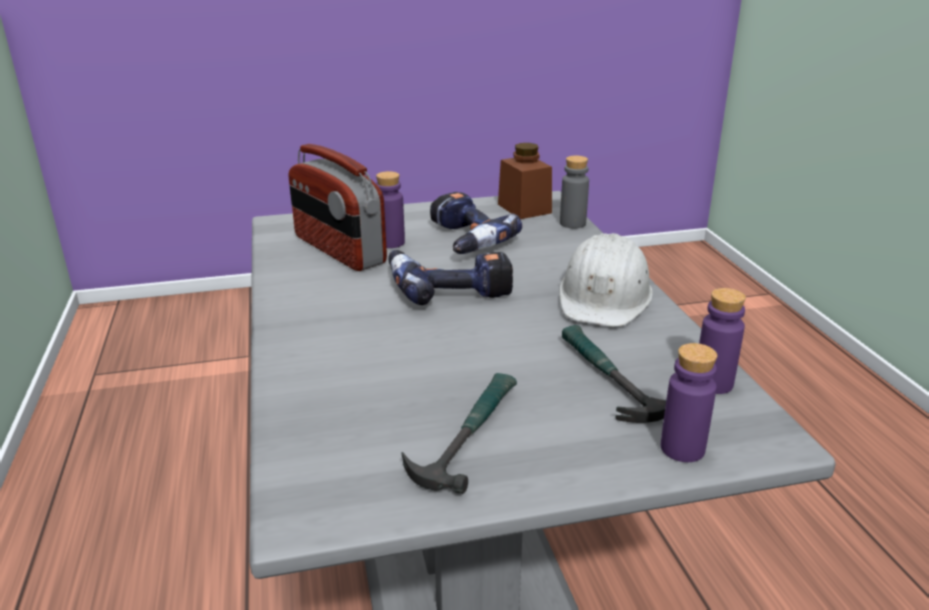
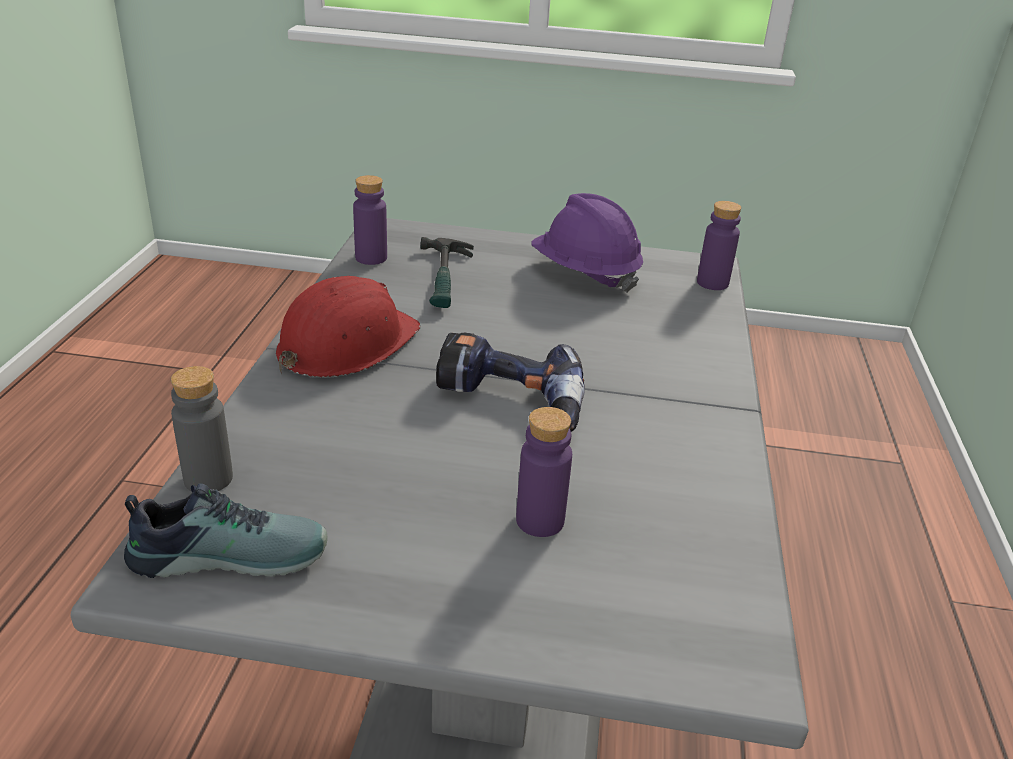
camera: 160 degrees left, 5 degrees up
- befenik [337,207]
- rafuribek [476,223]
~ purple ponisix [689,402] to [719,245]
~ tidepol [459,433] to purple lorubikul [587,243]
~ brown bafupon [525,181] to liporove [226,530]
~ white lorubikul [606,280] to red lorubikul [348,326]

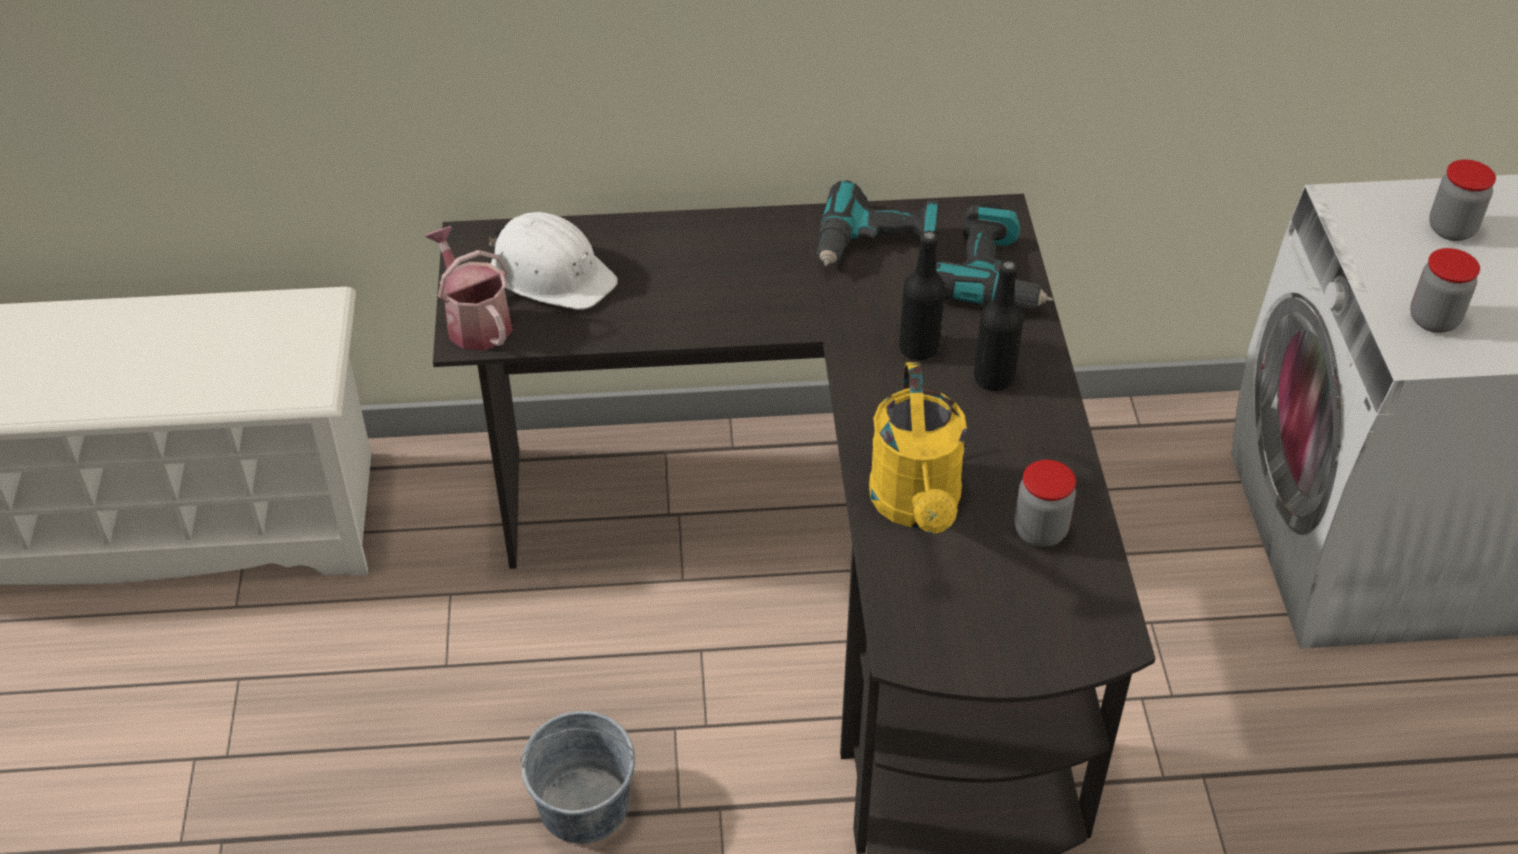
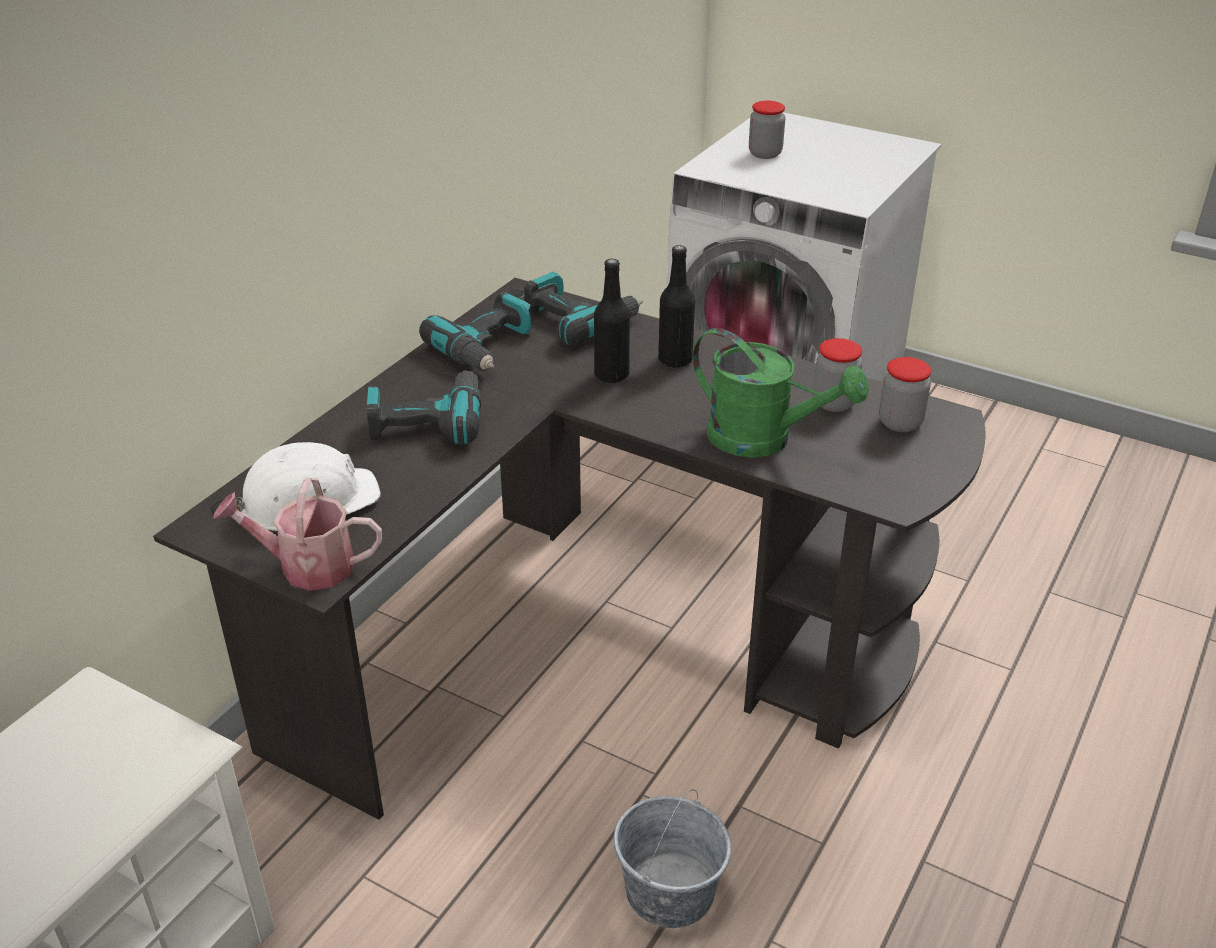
camera: 55 degrees left, 10 degrees down
+ rafuribek [424,407]
~ bafupon [1445,290] to [905,394]
~ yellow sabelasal [918,447] to green sabelasal [781,393]

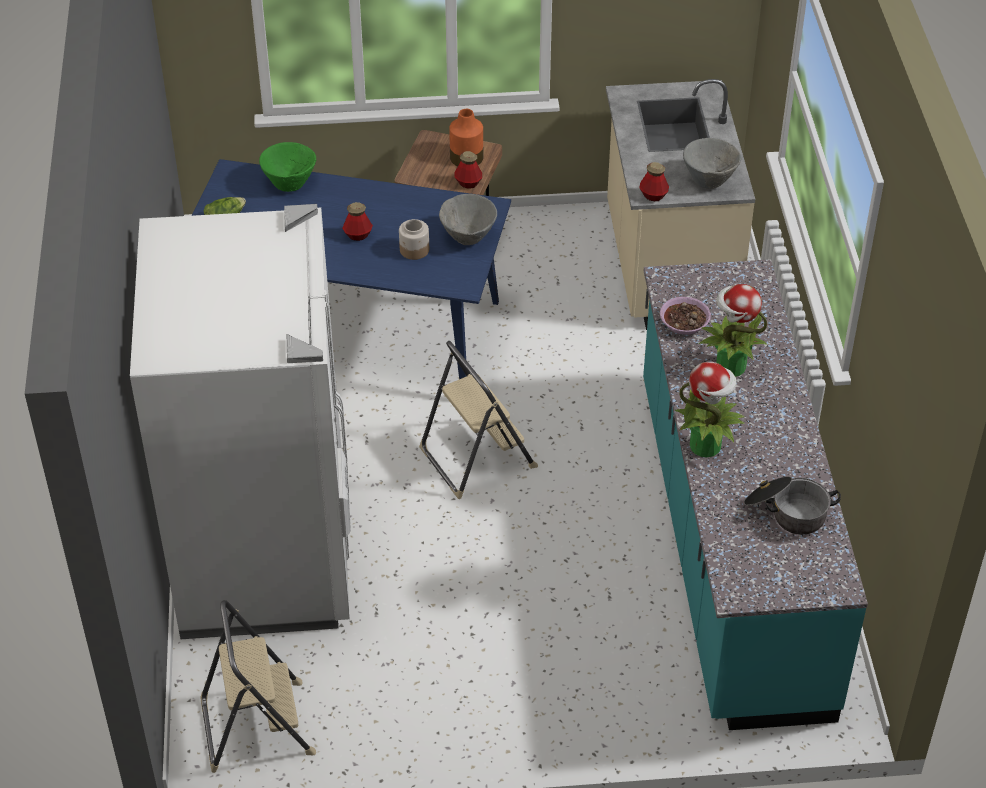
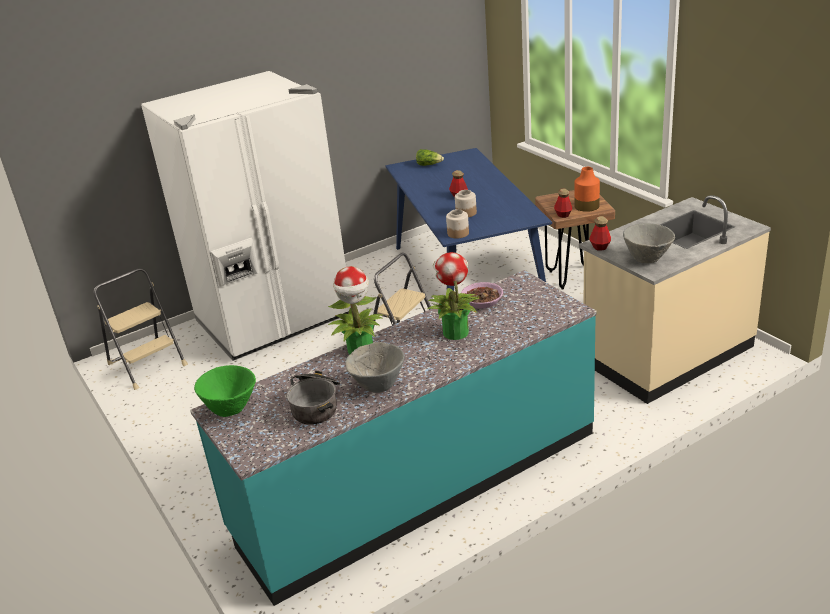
camera: 65 degrees right, 15 degrees down
+ bafupon [457,223]
~ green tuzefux [287,167] to [225,391]
~ grey tuzefux [468,219] to [374,367]

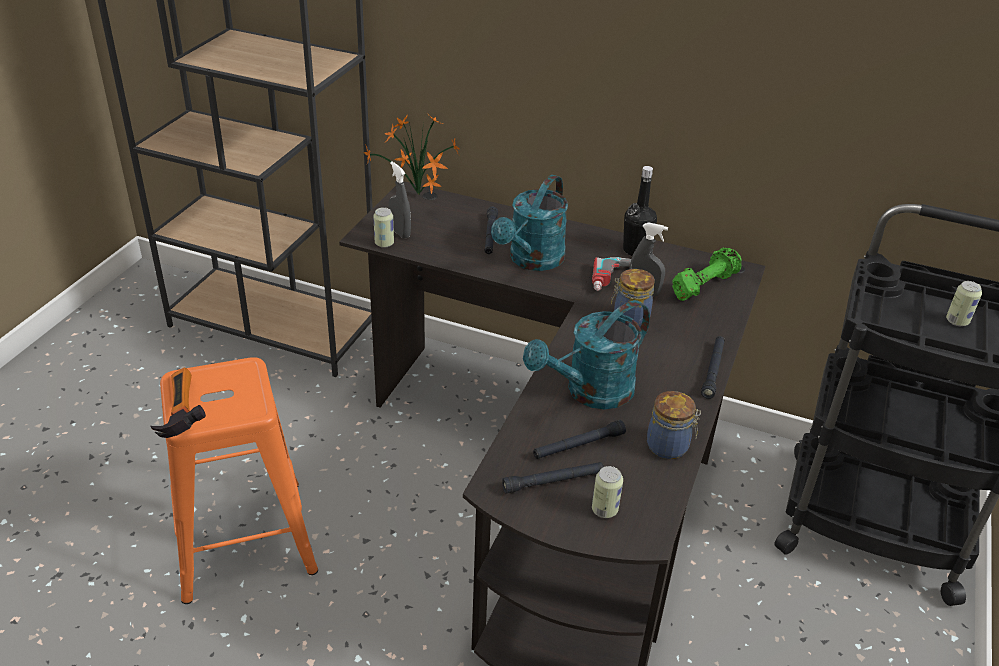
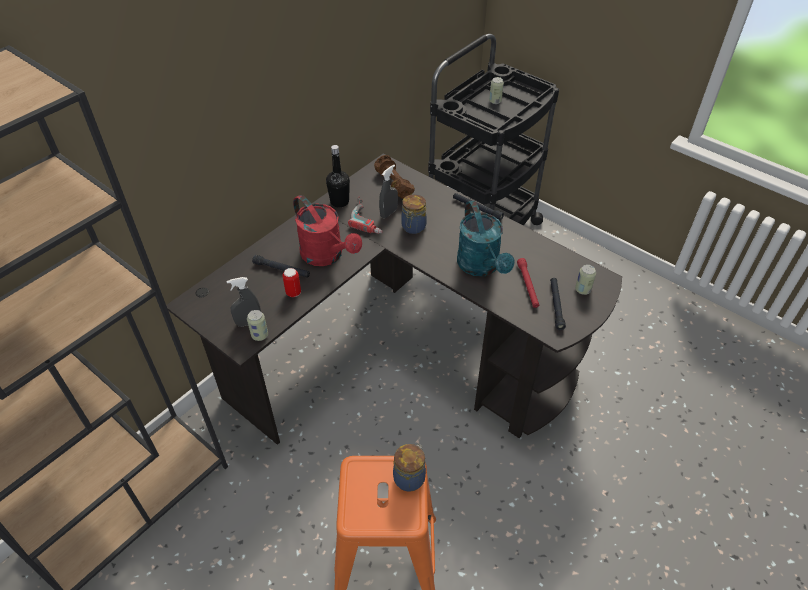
camera: 70 degrees left, 10 degrees up
- tidepol [178,403]
- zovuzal [412,155]
+ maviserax [292,282]
~ bafupon [674,425] to [409,468]
~ turquoise sabelasal [529,223] to red sabelasal [327,230]
~ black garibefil [579,439] to red garibefil [528,283]
~ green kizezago [706,274] to brown kizezago [394,177]

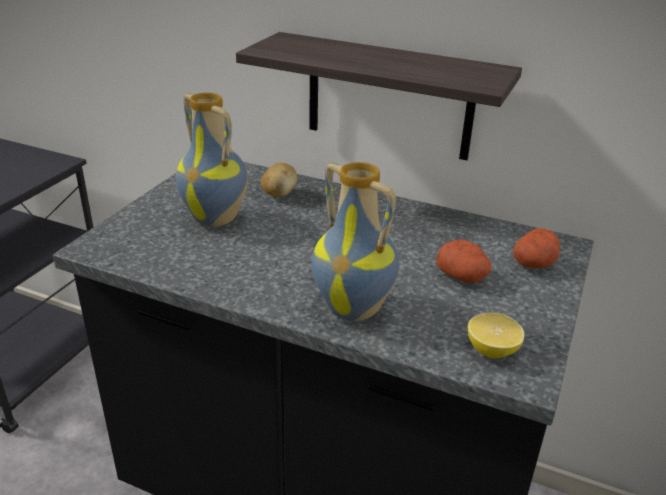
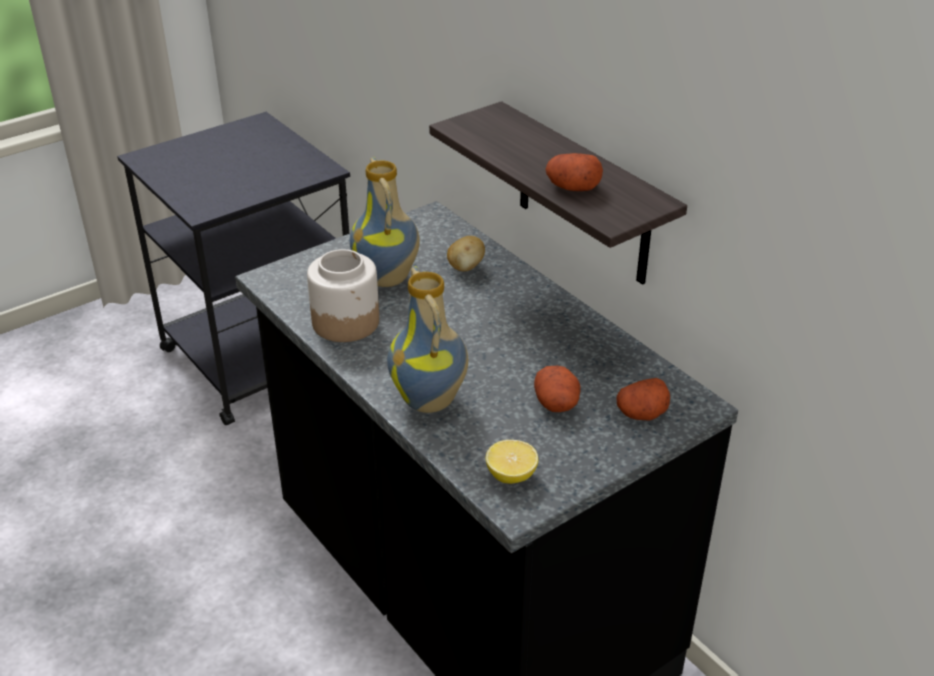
camera: 30 degrees right, 5 degrees up
+ bafupon [343,295]
+ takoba [574,172]

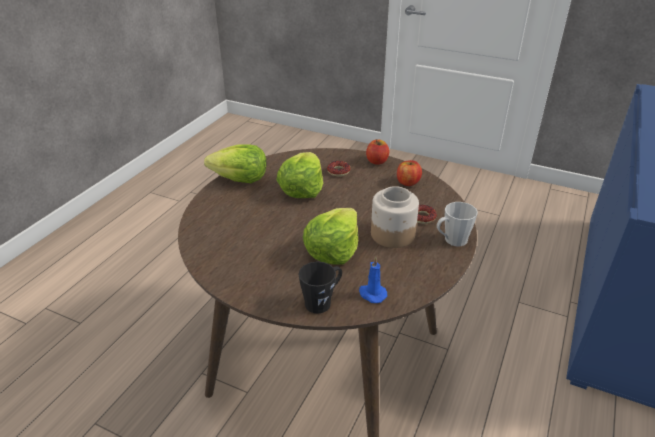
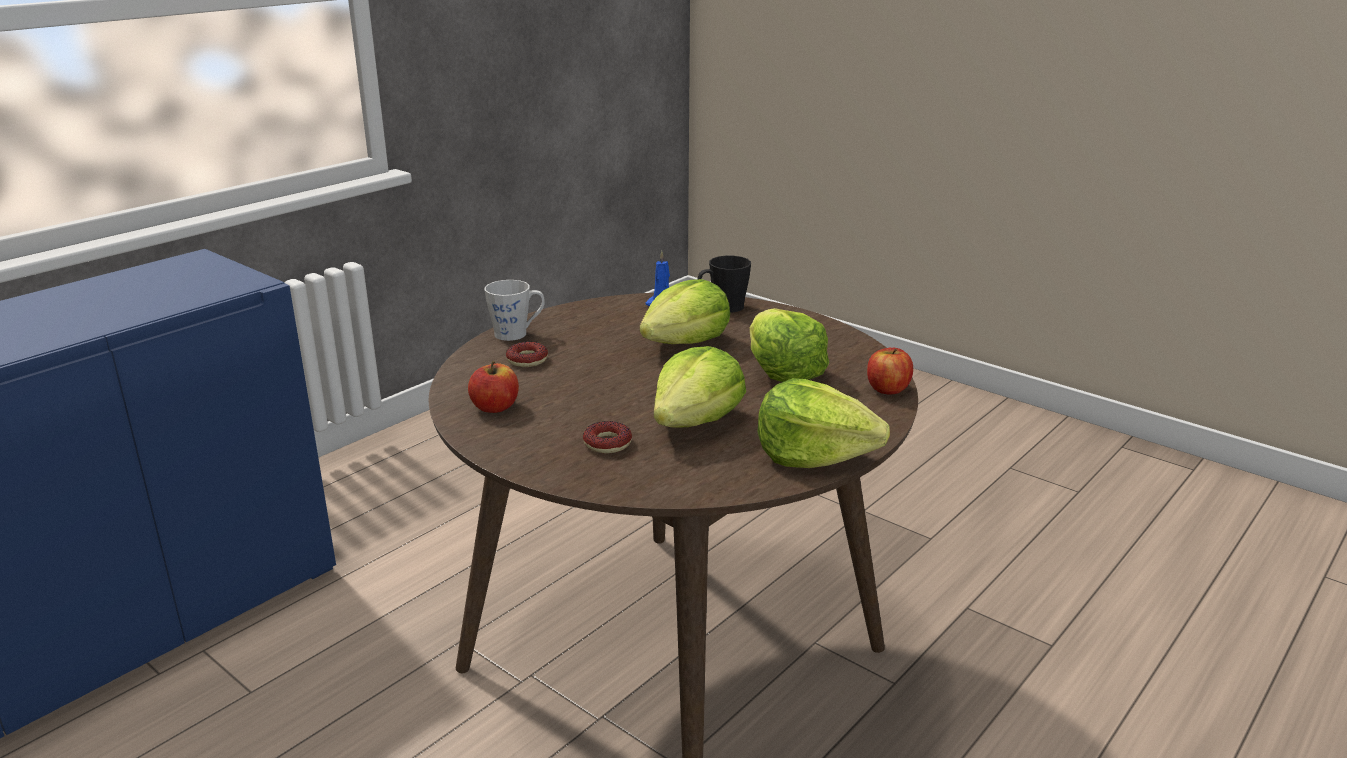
camera: 165 degrees left, 10 degrees down
- bafupon [395,217]
+ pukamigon [789,345]
~ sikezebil [377,152] to [890,371]

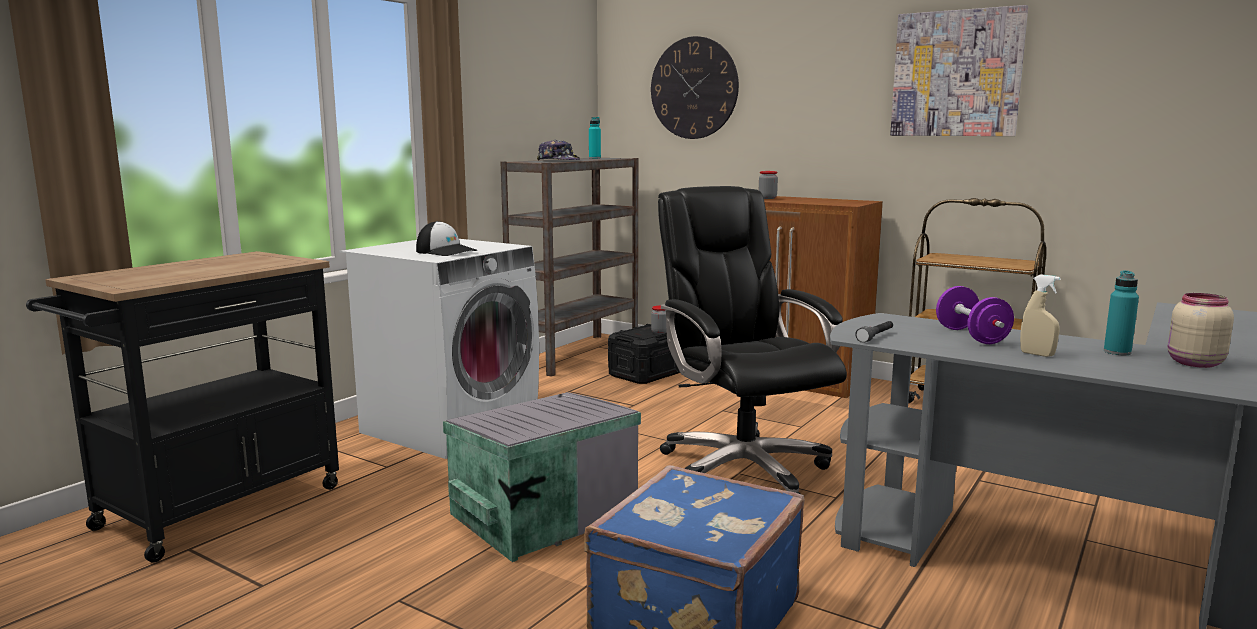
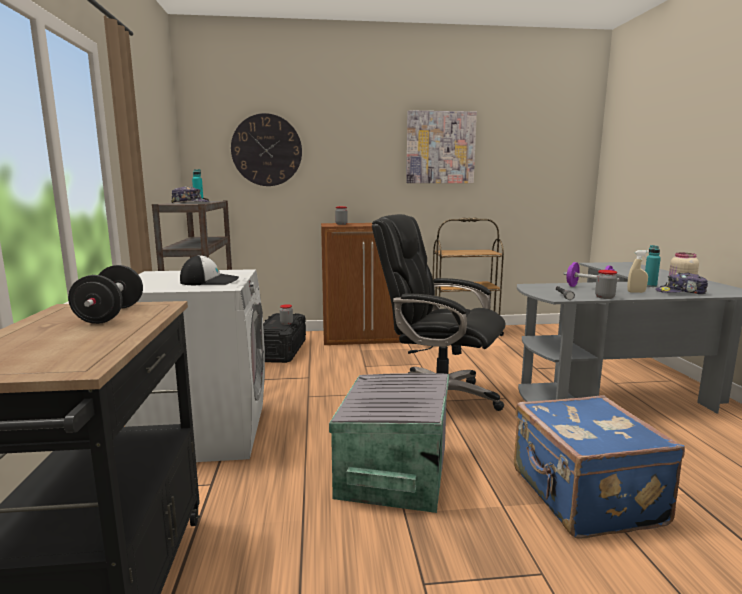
camera: 40 degrees left, 0 degrees up
+ black kizezago [105,294]
+ bafupon [606,284]
+ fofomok [681,283]

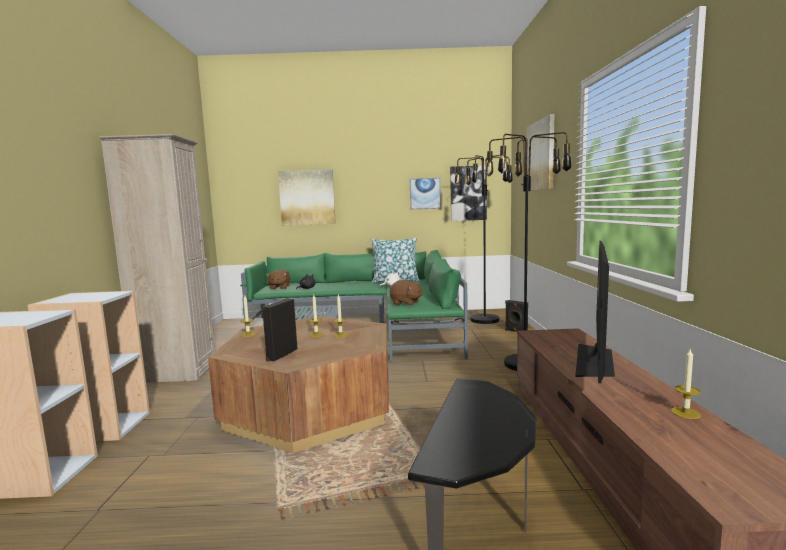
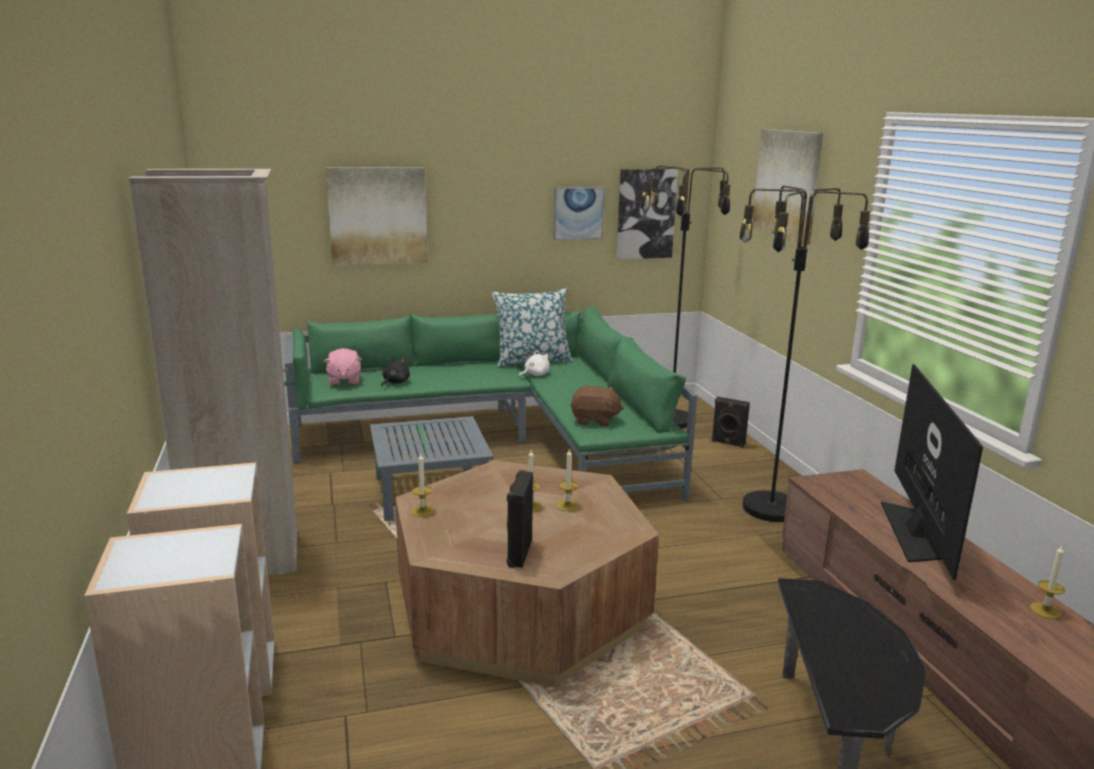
camera: 15 degrees left, 10 degrees up
~ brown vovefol [278,279] to pink vovefol [343,367]

